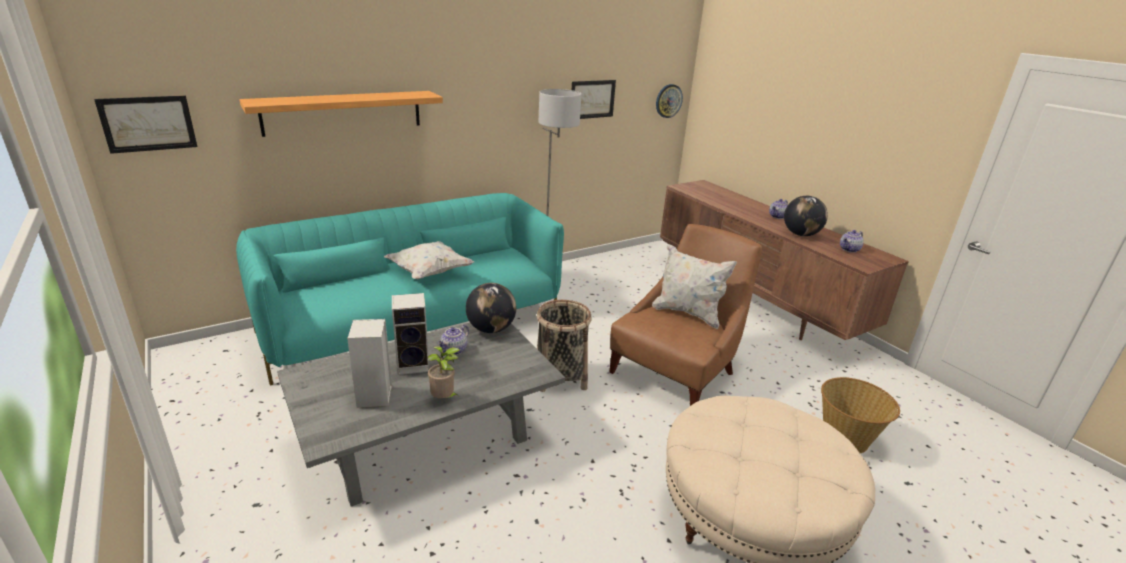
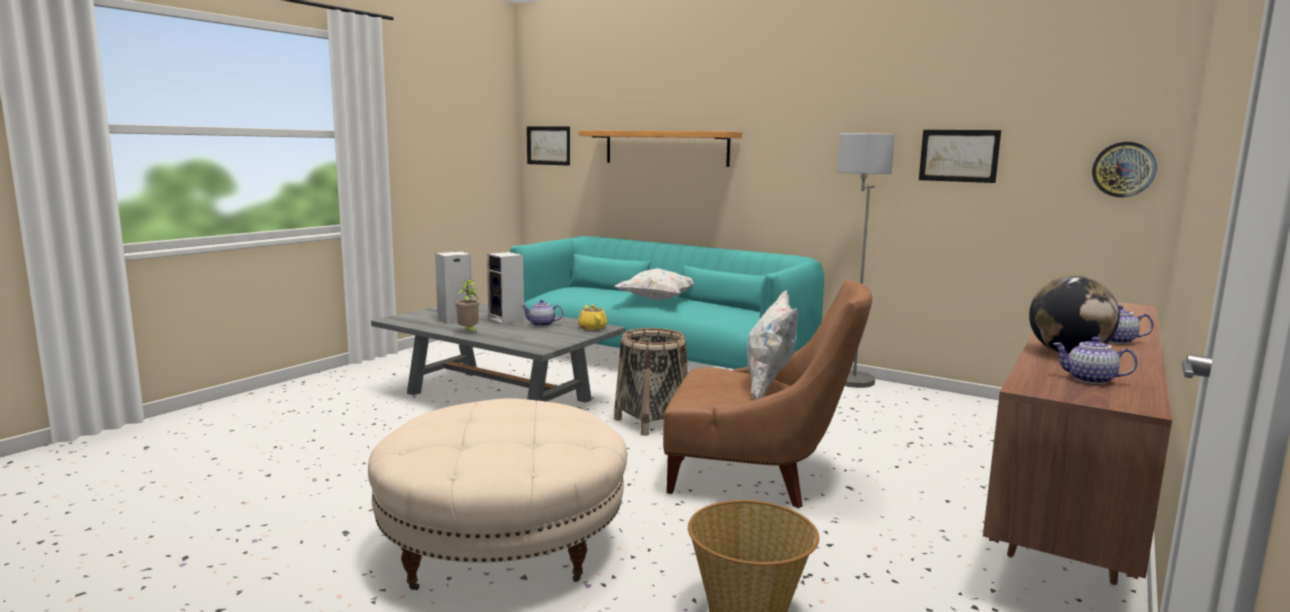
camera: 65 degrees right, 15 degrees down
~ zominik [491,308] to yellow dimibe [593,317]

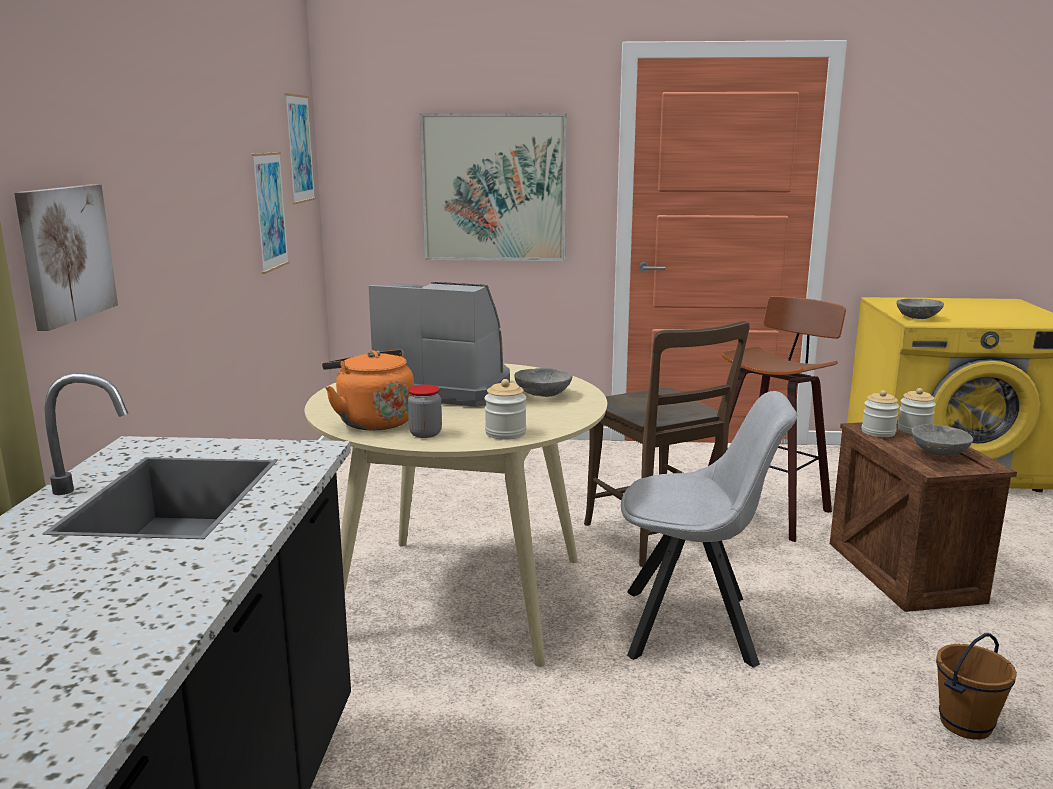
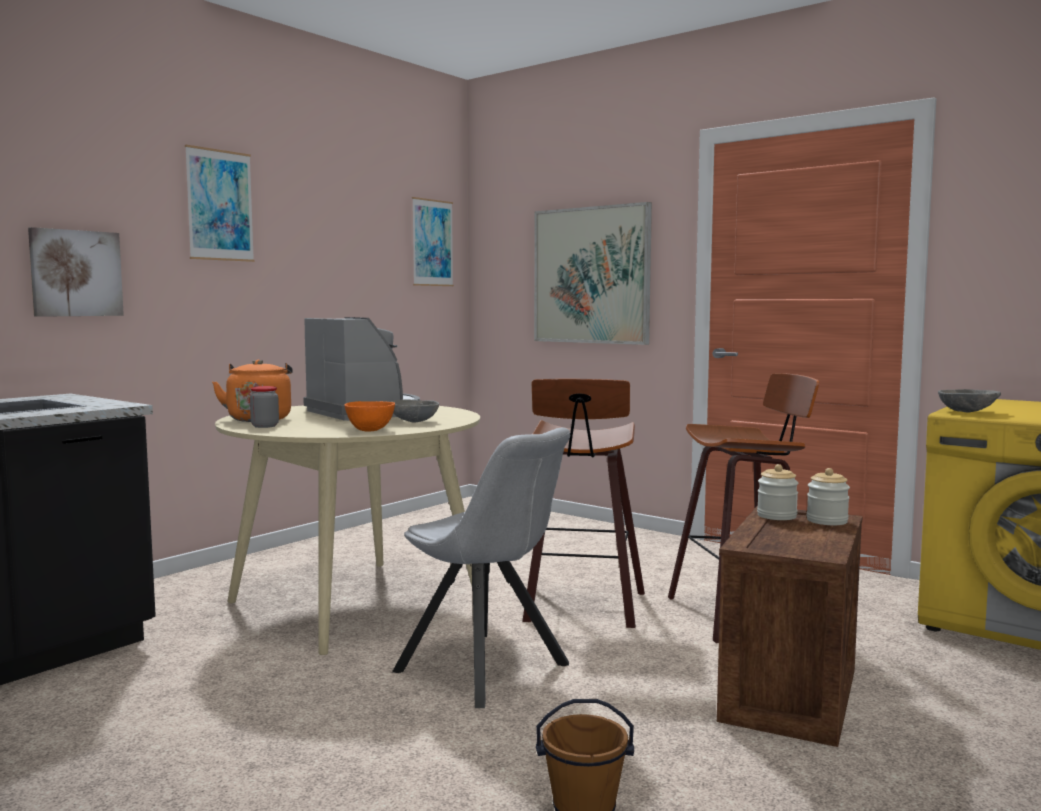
camera: 35 degrees right, 10 degrees down
- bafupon [505,409]
- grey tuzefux [942,440]
+ orange tuzefux [369,416]
~ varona [271,213] to [219,203]
~ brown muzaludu [667,444] to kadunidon [583,503]

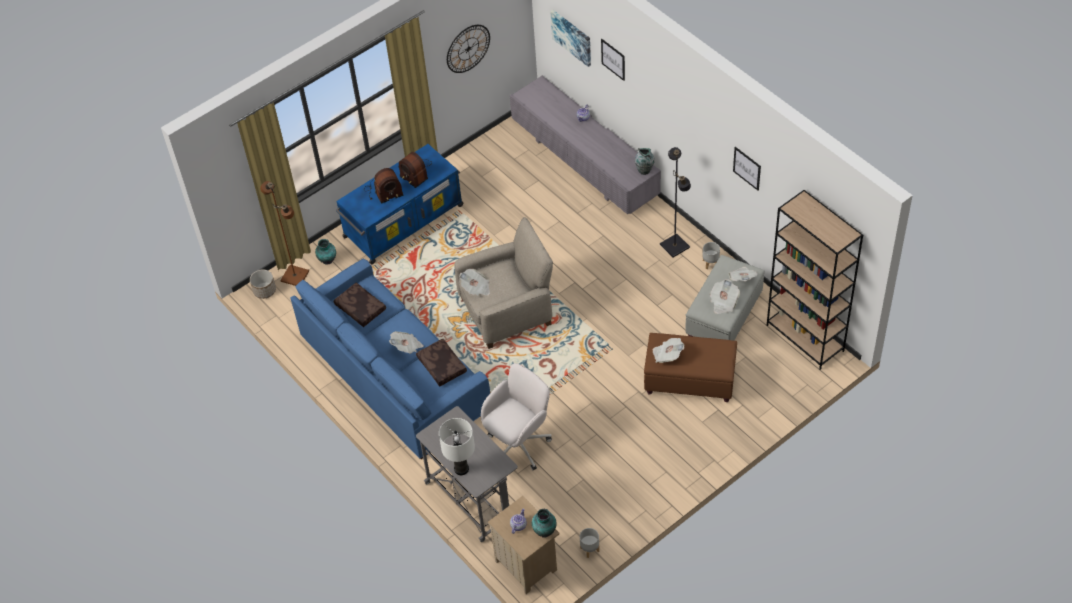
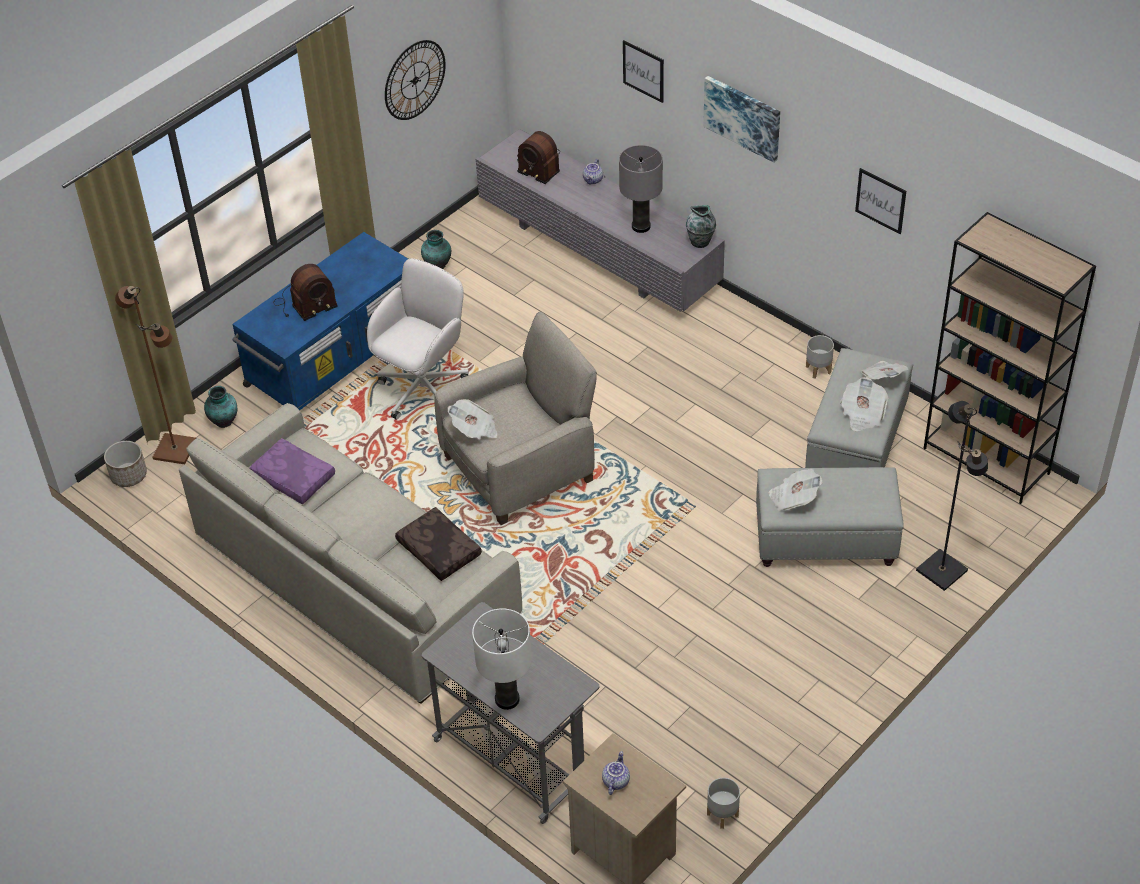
camera: 10 degrees left, 5 degrees down
- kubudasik [406,342]
+ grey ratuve [641,189]
~ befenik [414,170] to [538,157]
~ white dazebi [516,416] to [418,339]
~ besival [544,523] to [436,249]
~ varona [570,38] to [741,119]
~ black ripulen [675,202] to [952,496]
~ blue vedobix [390,358] to beige vedobix [351,553]
~ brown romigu [359,305] to purple romigu [292,471]
~ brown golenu [690,367] to grey golenu [830,517]

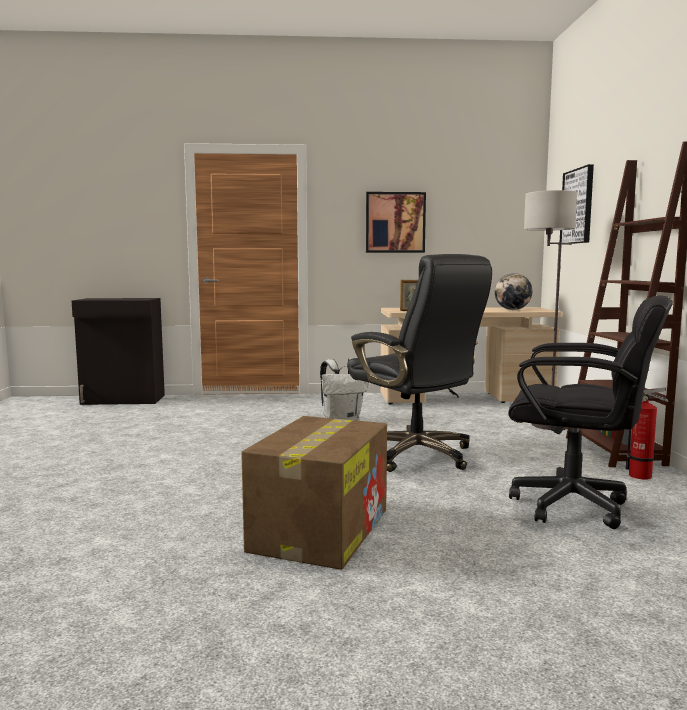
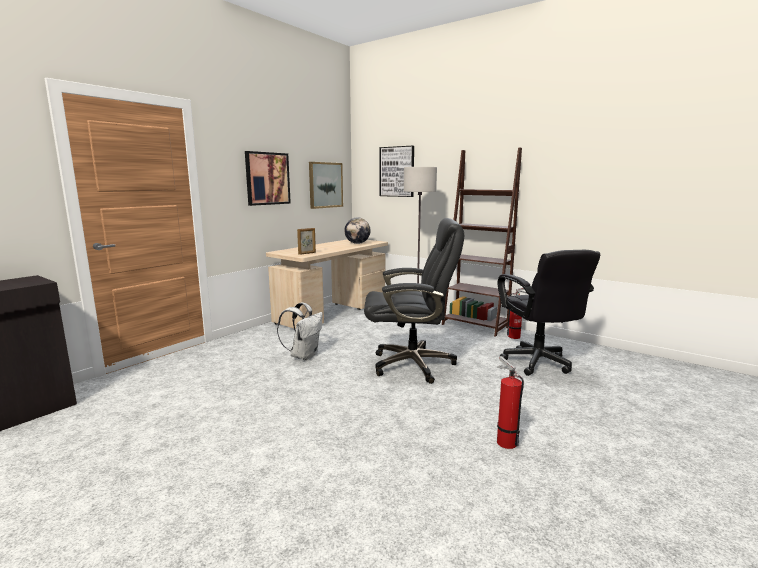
camera: 50 degrees left, 5 degrees up
+ varona [326,185]
~ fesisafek [314,493] to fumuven [510,402]
~ black dazebi [590,412] = [549,313] 105 degrees clockwise

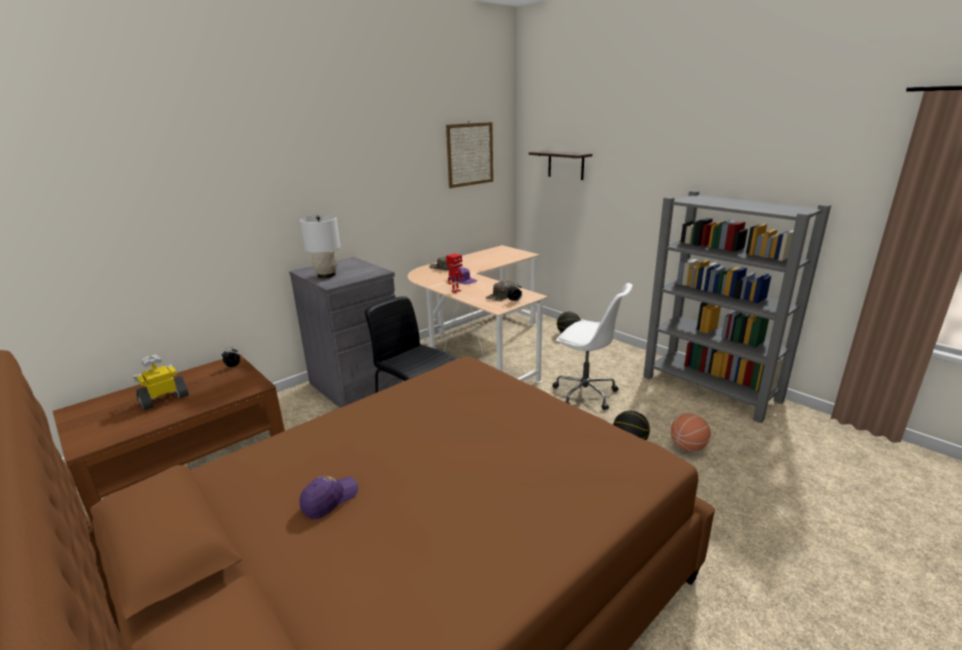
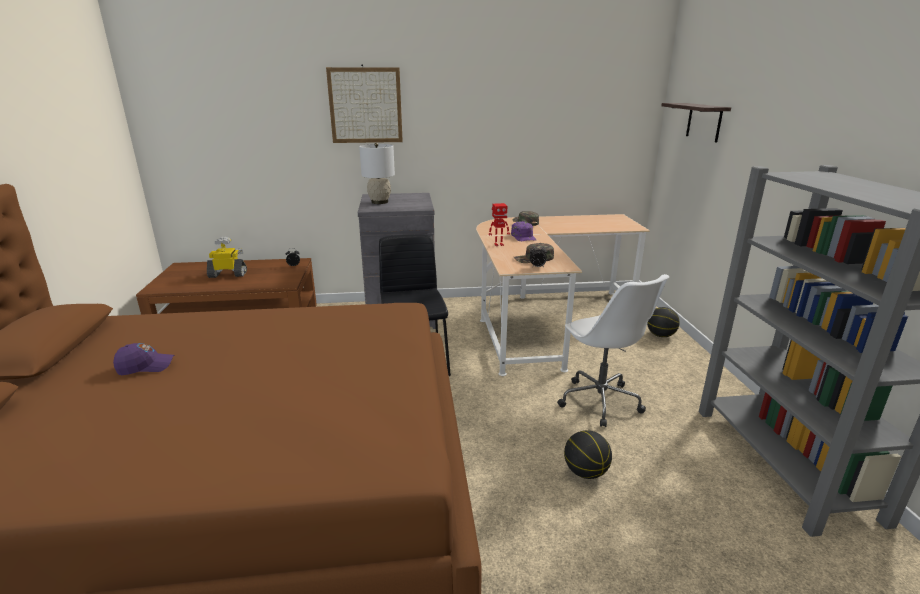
camera: 35 degrees right, 0 degrees up
- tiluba [691,433]
~ varona [469,154] to [364,104]

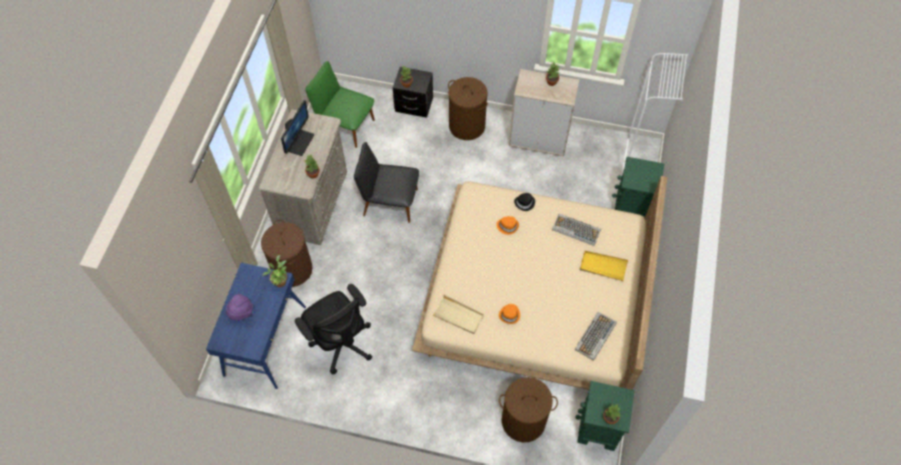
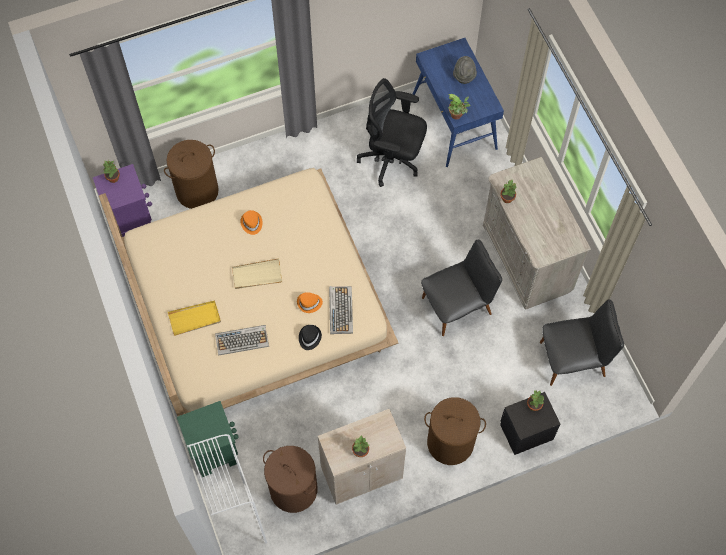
camera: 145 degrees right, 5 degrees up
- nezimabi [297,128]
~ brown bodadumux [286,253] to [290,479]
~ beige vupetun [458,314] to [257,273]
~ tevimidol [596,336] to [341,310]
~ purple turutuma [239,307] to grey turutuma [465,70]
~ green muzaludu [340,104] to black muzaludu [582,342]
~ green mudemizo [605,416] to purple mudemizo [122,200]

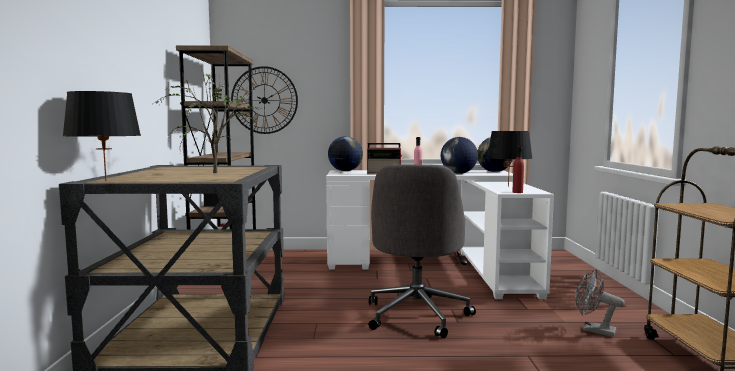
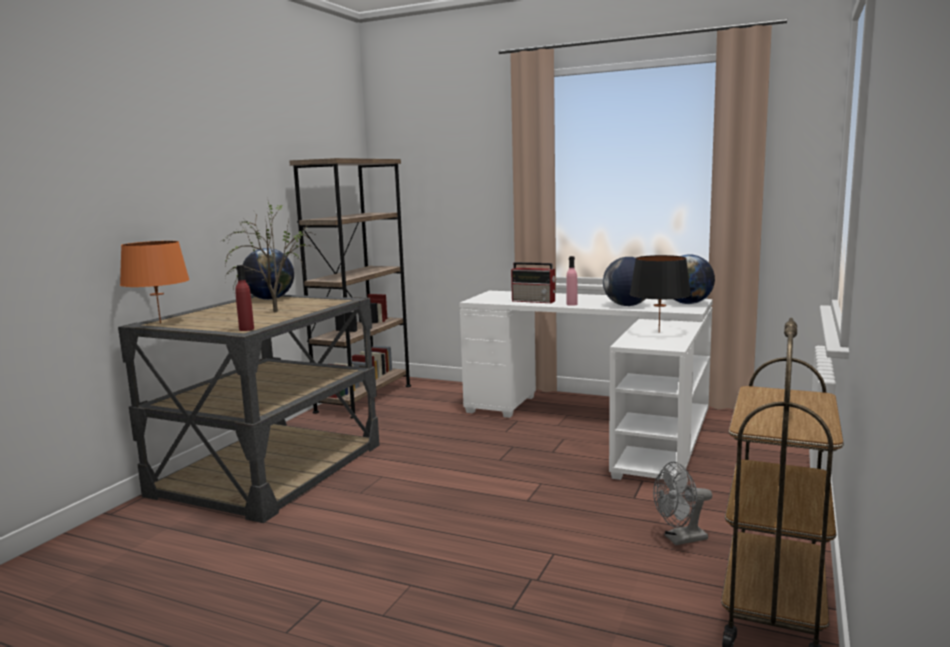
camera: 25 degrees right, 5 degrees up
- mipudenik [264,100]
- grey dazebi [422,251]
~ zominik [345,153] to [268,274]
~ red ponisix [518,170] to [244,298]
~ black ratuve [101,136] to orange ratuve [155,282]
~ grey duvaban [600,303] = [682,503] 75 degrees counterclockwise

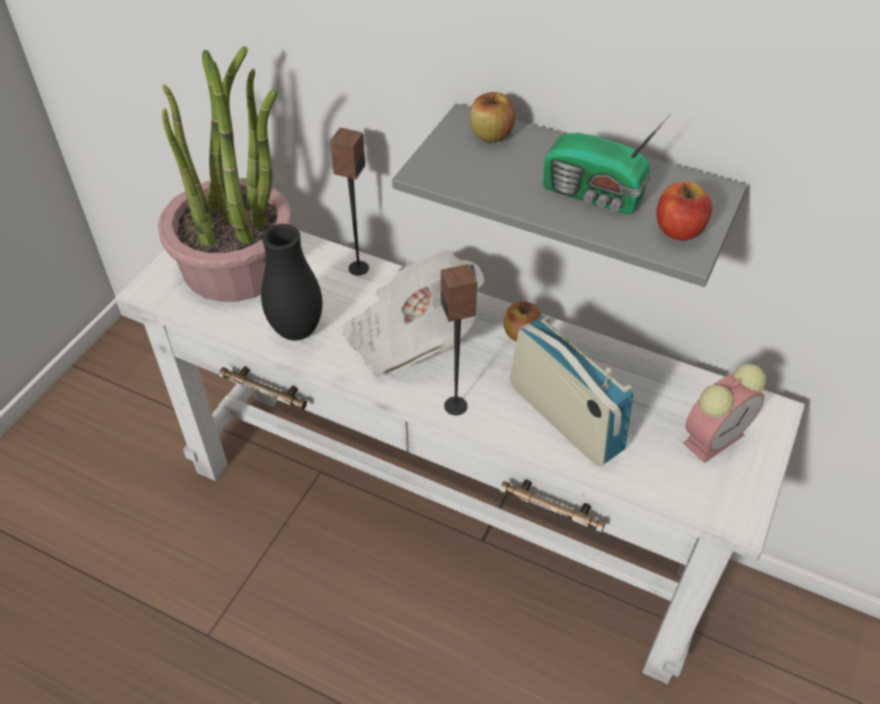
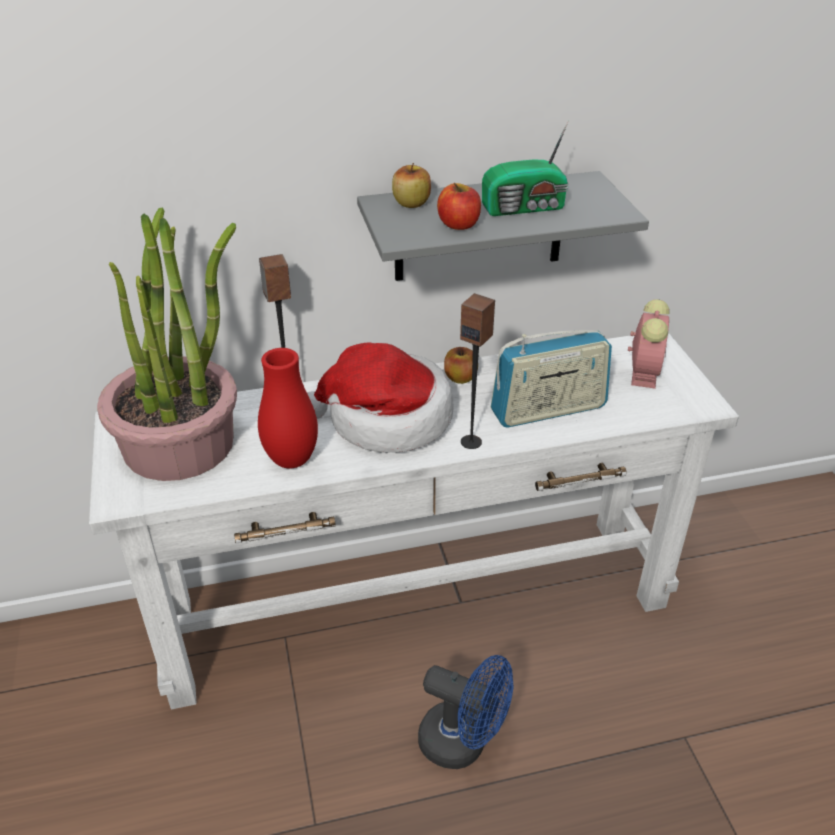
camera: 40 degrees left, 10 degrees down
+ blue duvaban [465,712]
~ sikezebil [684,211] to [459,206]
~ kubudasik [413,313] to turutuma [380,397]
~ black besival [291,282] to red besival [288,408]
~ befenik [571,391] = [551,379] 150 degrees clockwise

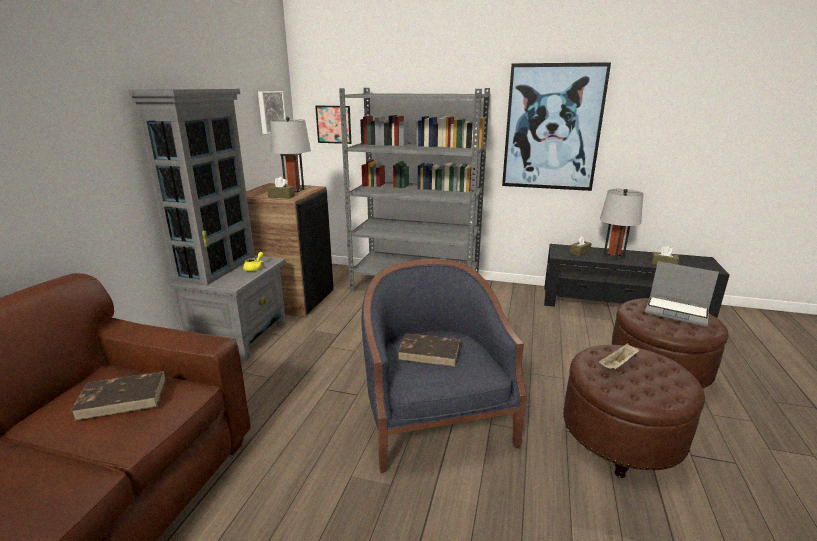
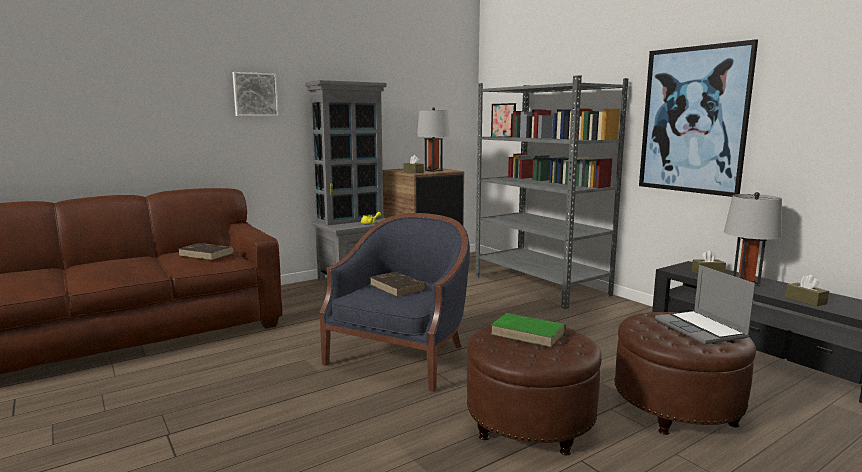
camera: 40 degrees right, 10 degrees down
~ varona [272,112] to [255,94]
~ beige vupetun [619,356] to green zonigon [528,330]

